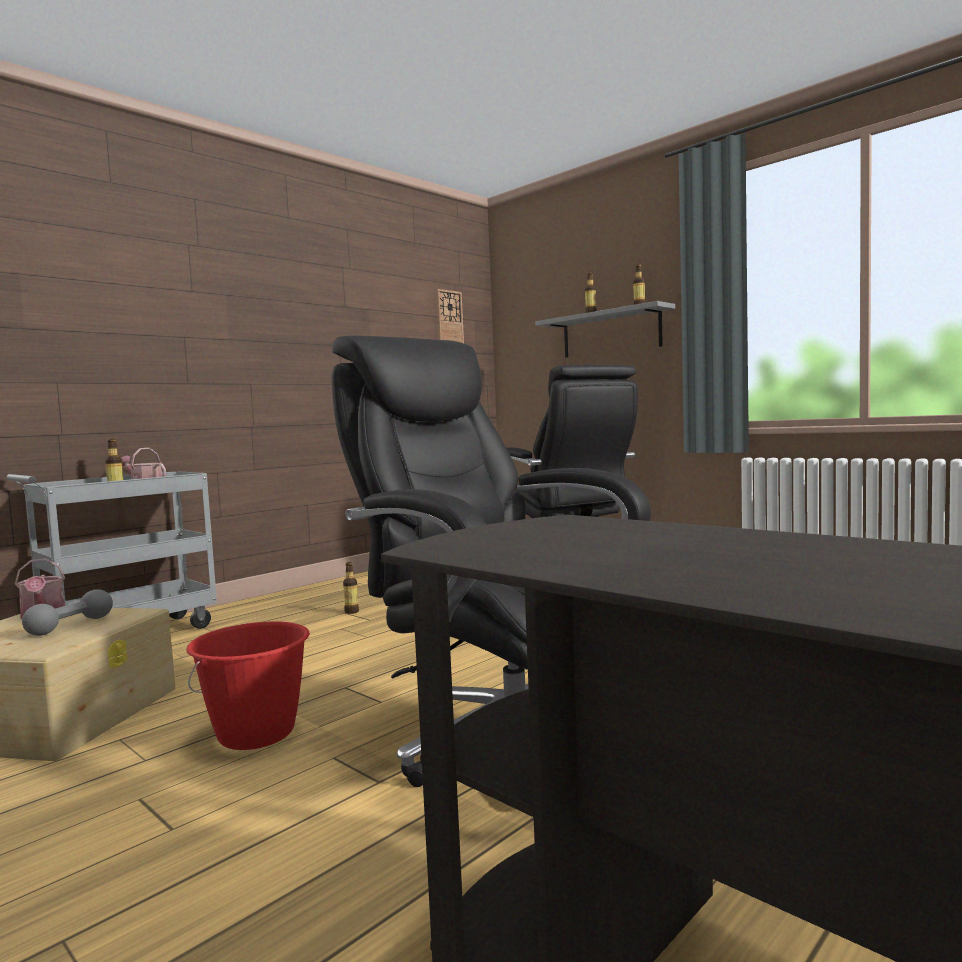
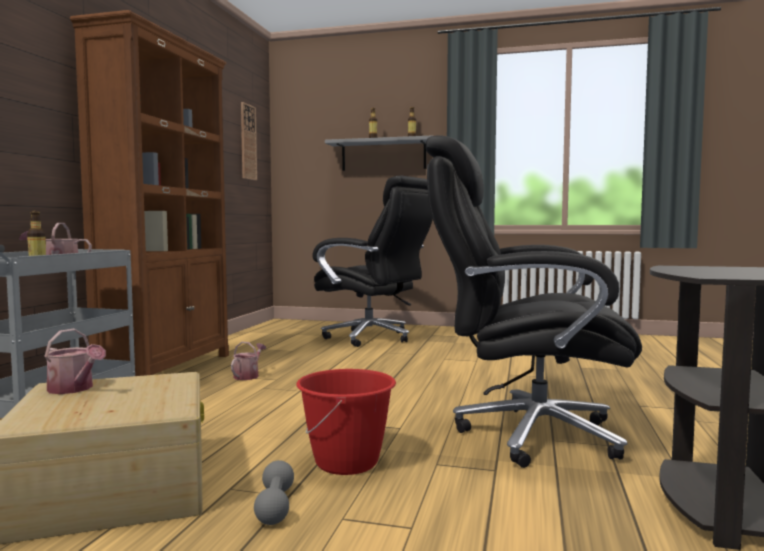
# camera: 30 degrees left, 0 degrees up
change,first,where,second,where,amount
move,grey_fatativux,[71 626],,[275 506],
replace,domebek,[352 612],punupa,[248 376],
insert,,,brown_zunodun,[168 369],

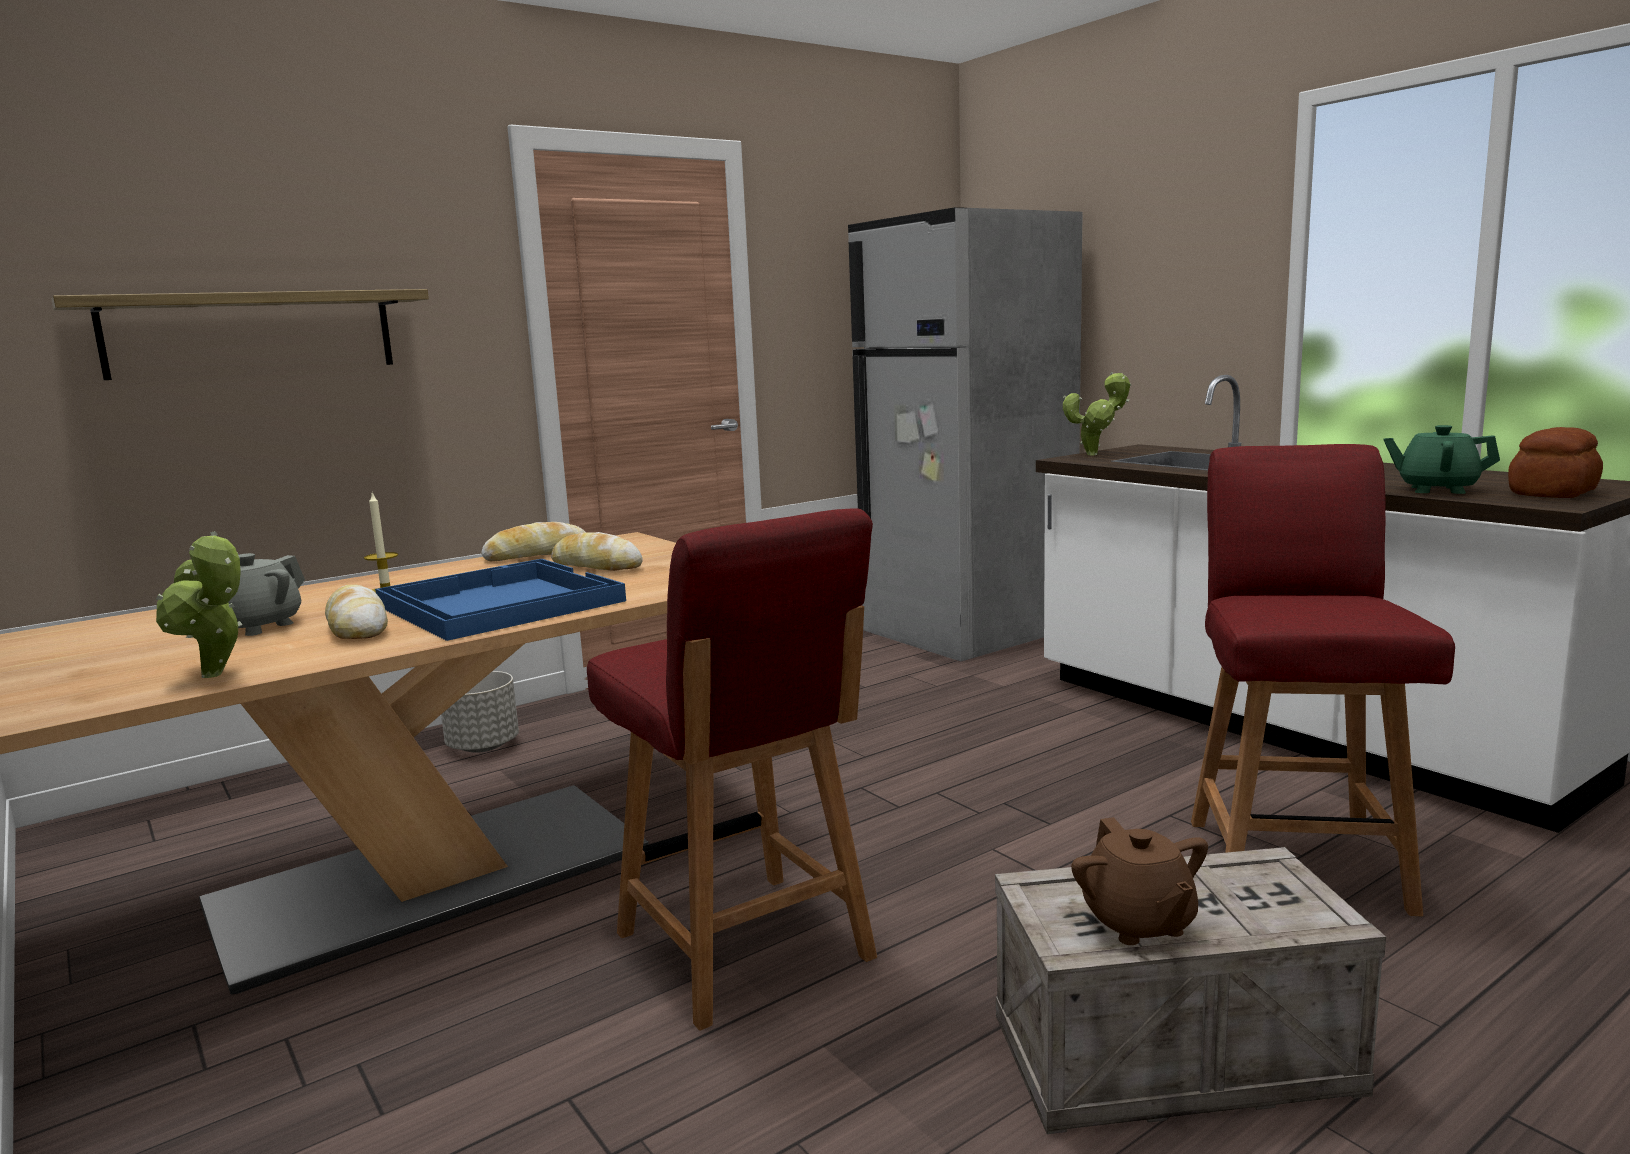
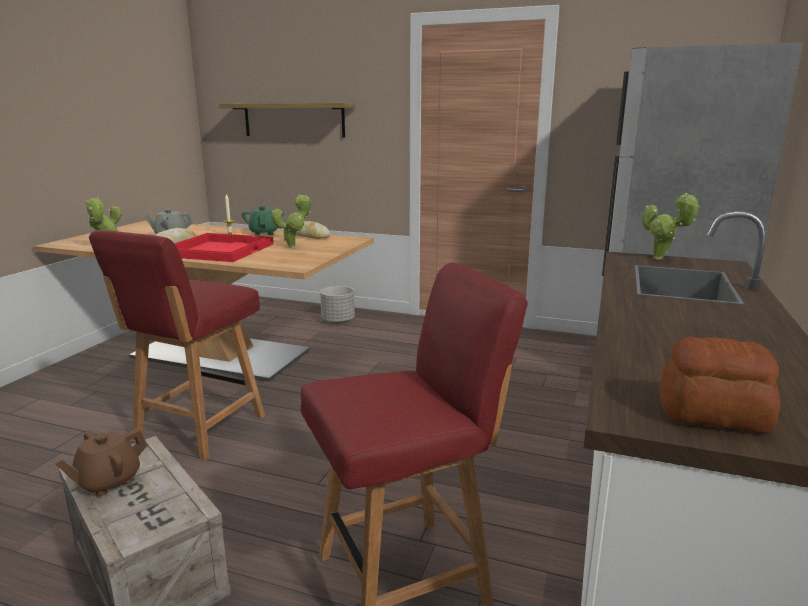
# camera: 55 degrees right, 5 degrees up
change,first,where,second,where,amount
recolor,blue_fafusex,[497 603],red_fafusex,[218 250],
replace,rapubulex,[596 566],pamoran,[294 246],
move,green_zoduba,[1436 490],,[264 233],

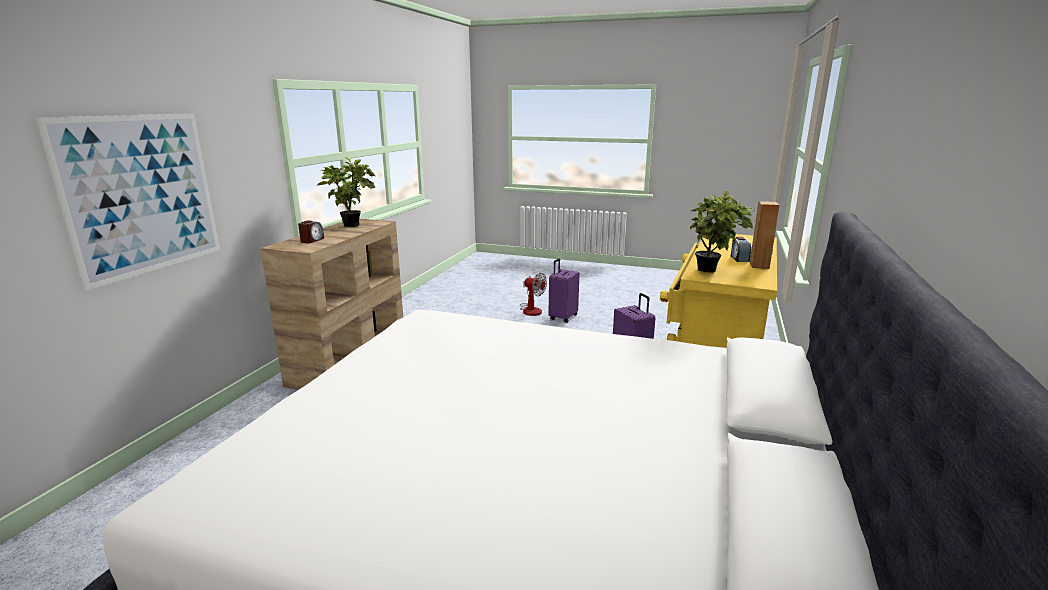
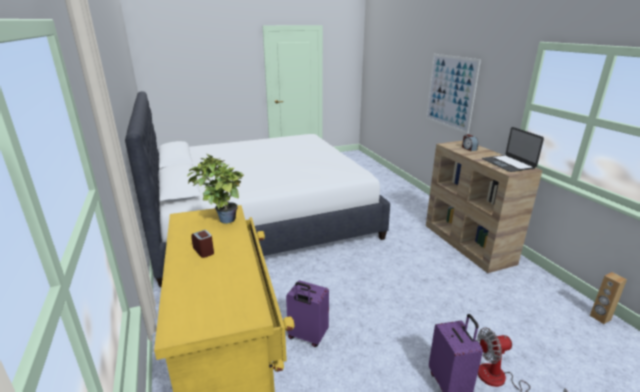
# camera: 140 degrees right, 5 degrees up
change,first,where,second,where,amount
replace,pamoran,[353 225],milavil,[508 163],
move,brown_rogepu,[759 266],,[600 318],

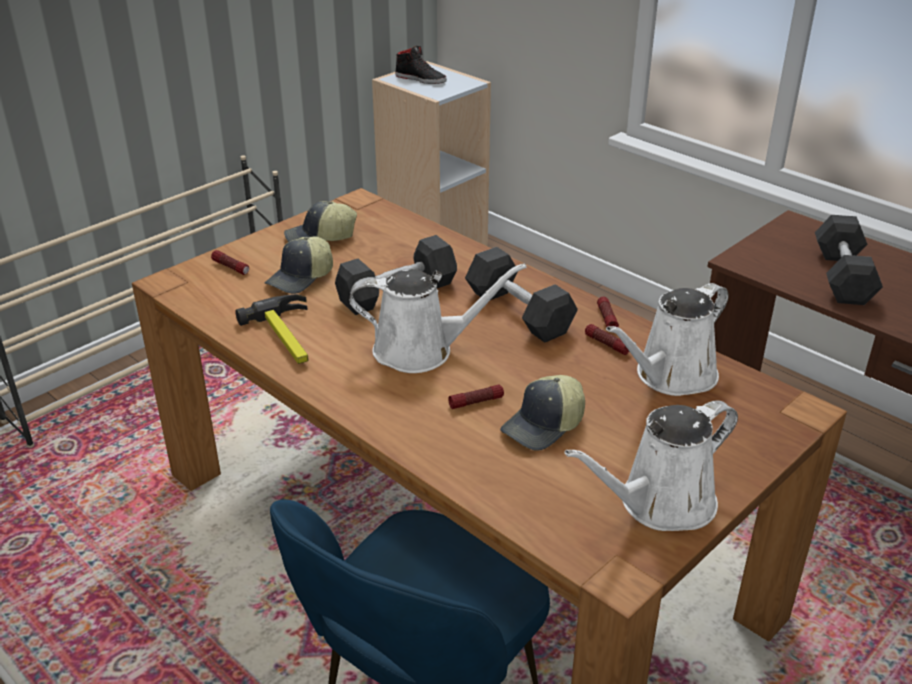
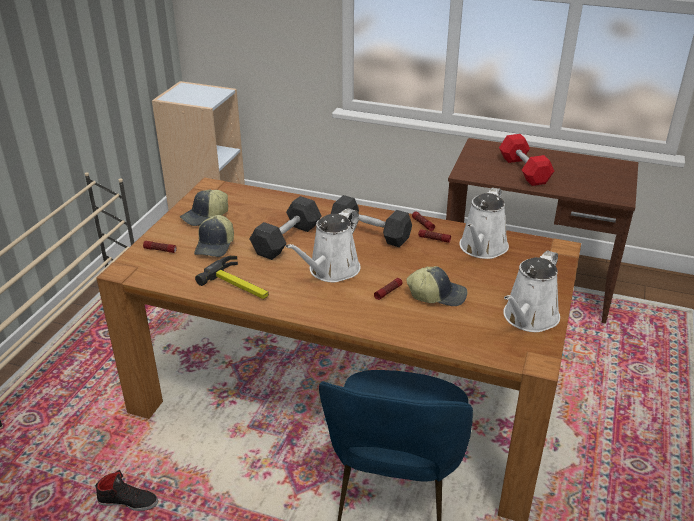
# camera: 25 degrees left, 0 degrees up
change,first,where,second,where,amount
rotate,white_punupa,[421 350],,[331 271],150 degrees clockwise
move,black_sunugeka,[421 79],,[128 501],
rotate,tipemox,[544 426],,[437 295],105 degrees counterclockwise
recolor,grey_fatativux,[842 277],red_fatativux,[524 170],

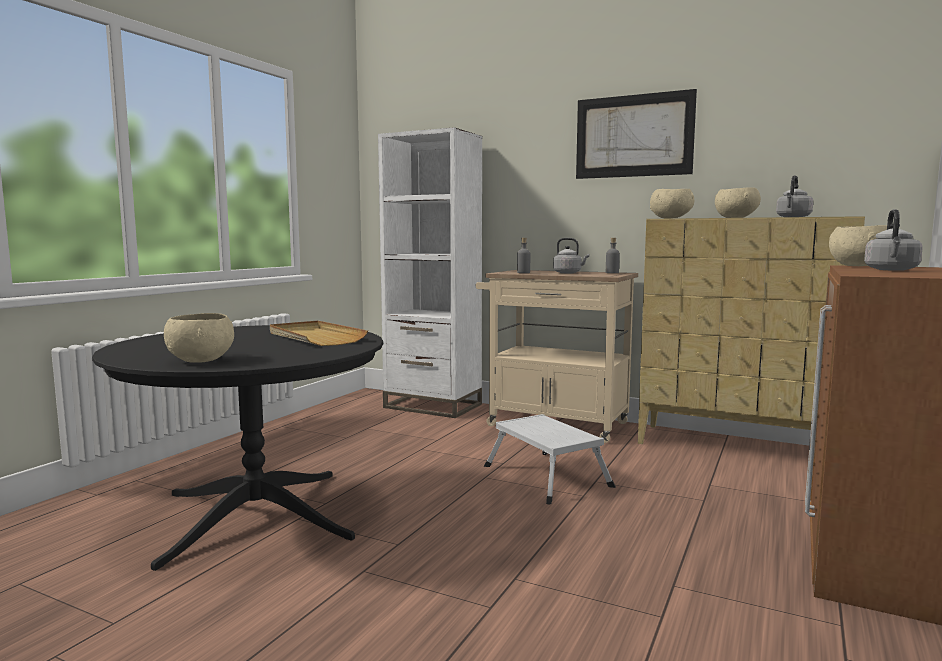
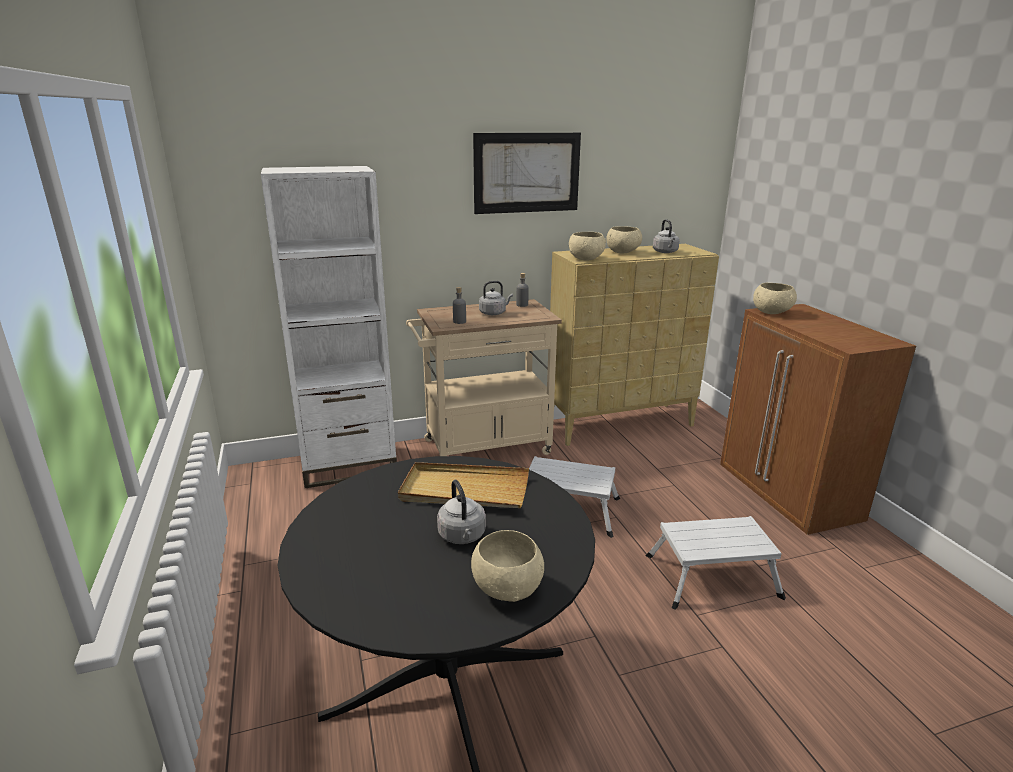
# camera: 45 degrees left, 15 degrees up
change,first,where,second,where,amount
move,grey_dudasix,[891 270],,[462 536],
insert,,,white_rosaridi,[711 576],

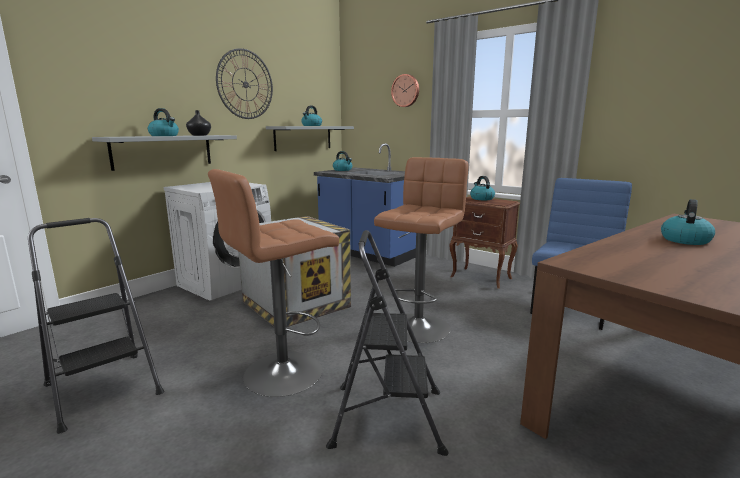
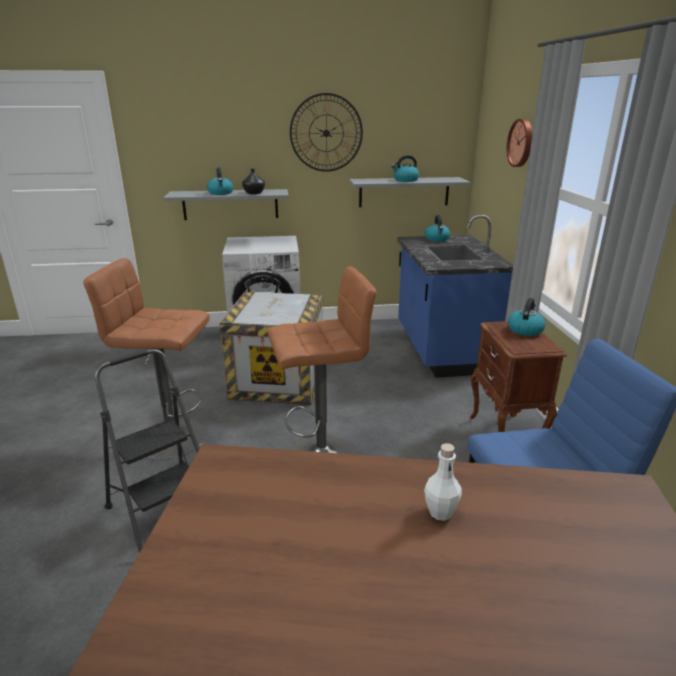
# camera: 45 degrees right, 10 degrees up
change,first,where,second,where,amount
delete,black_rosaridi,[102 386],,,
replace,dudasix,[684 240],white_domebek,[440 512],

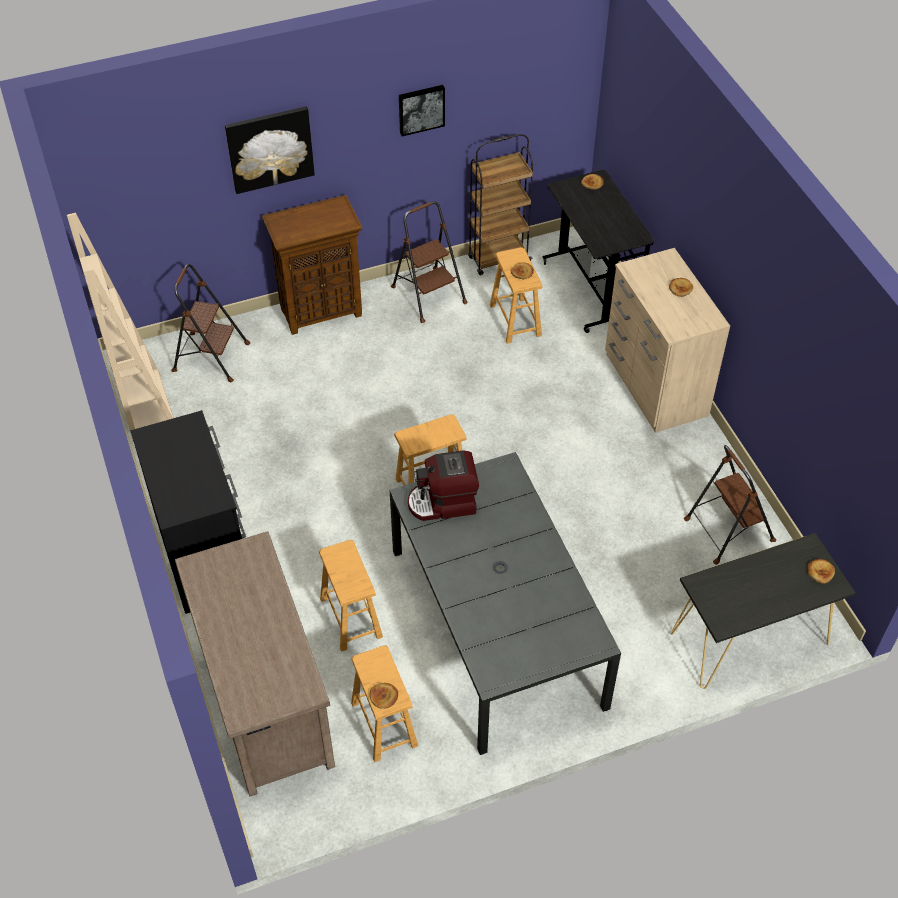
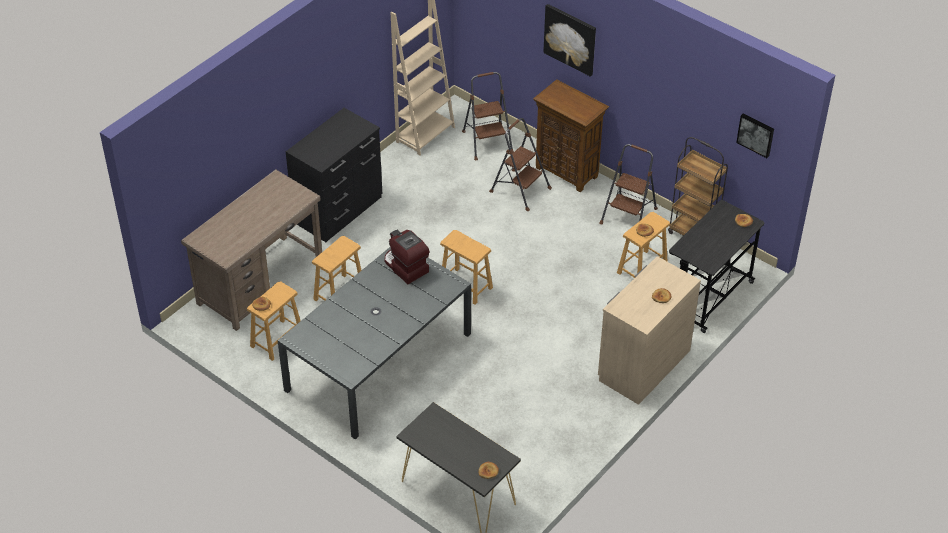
# camera: 60 degrees right, 5 degrees down
change,first,where,second,where,amount
move,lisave,[421 109],,[756 134],
move,brown_rosaridi,[727 530],,[519 188],

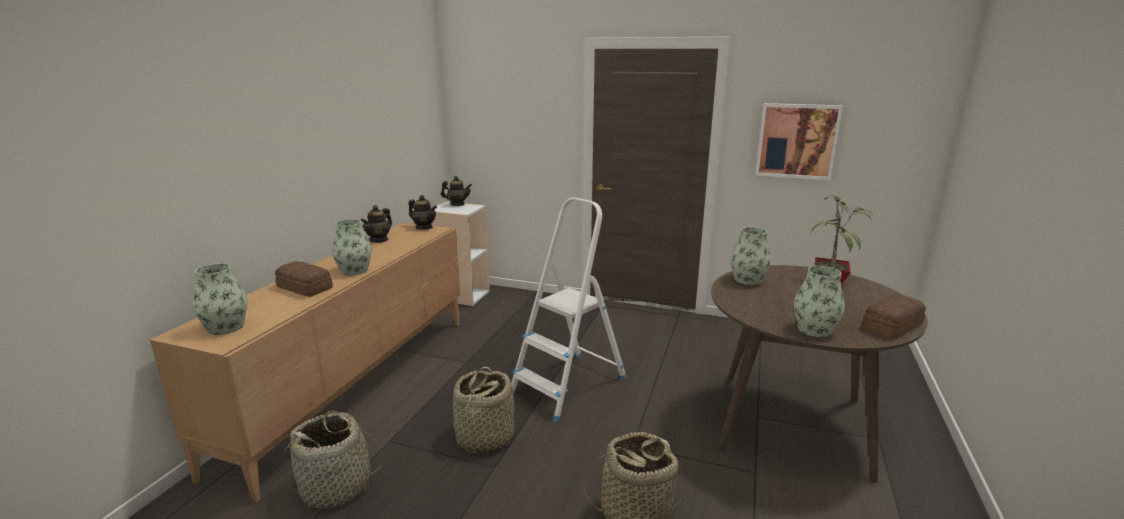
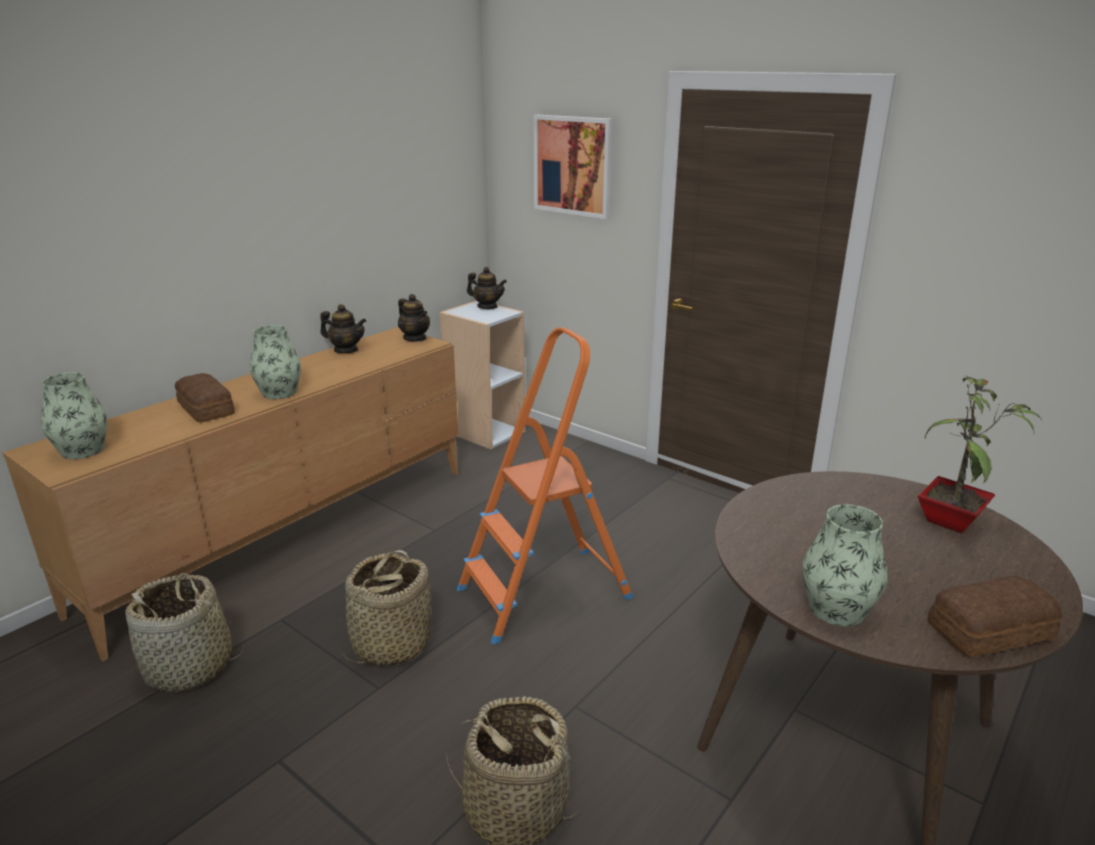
# camera: 20 degrees right, 5 degrees up
change,first,where,second,where,amount
rotate,zoduba,[379 240],,[346 350],120 degrees counterclockwise
recolor,white_rosaridi,[567 386],orange_rosaridi,[542 593],
delete,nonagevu,[748 280],,,
move,lisave,[797 141],,[573 165],

